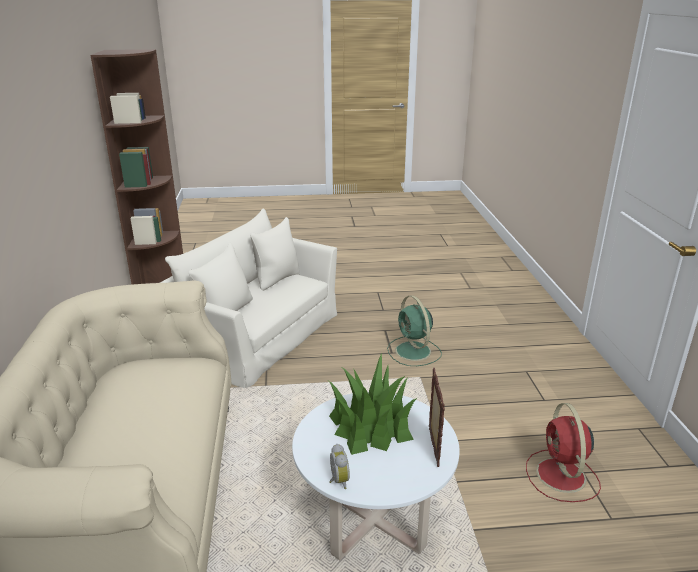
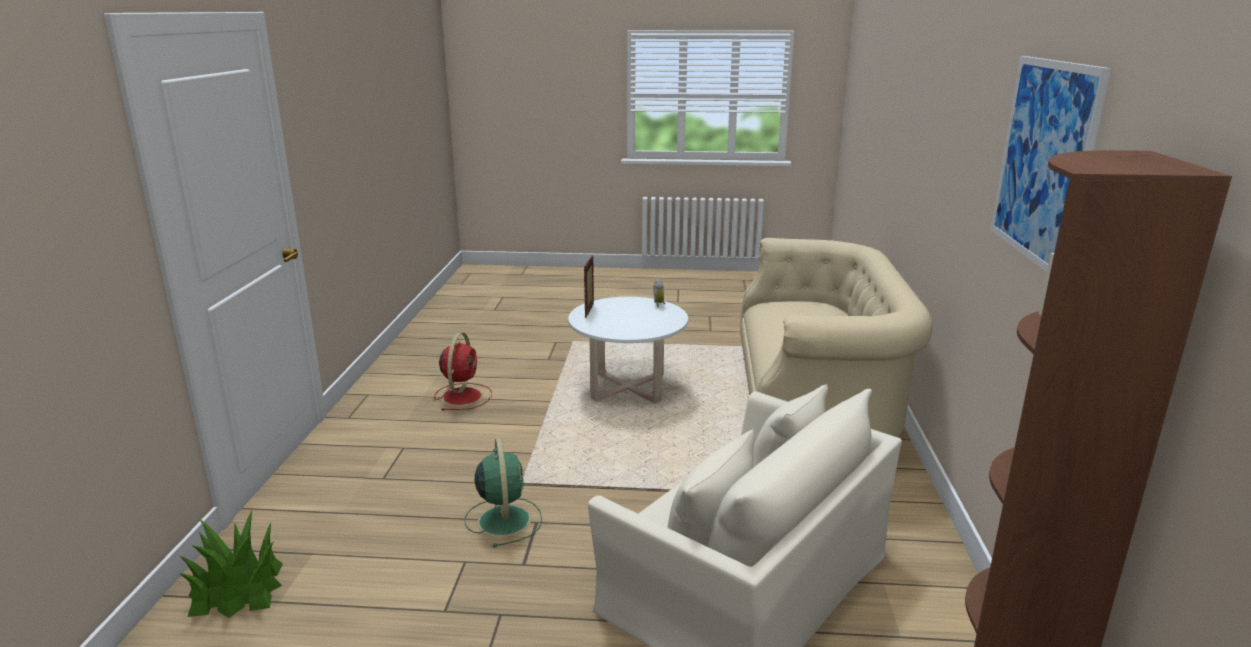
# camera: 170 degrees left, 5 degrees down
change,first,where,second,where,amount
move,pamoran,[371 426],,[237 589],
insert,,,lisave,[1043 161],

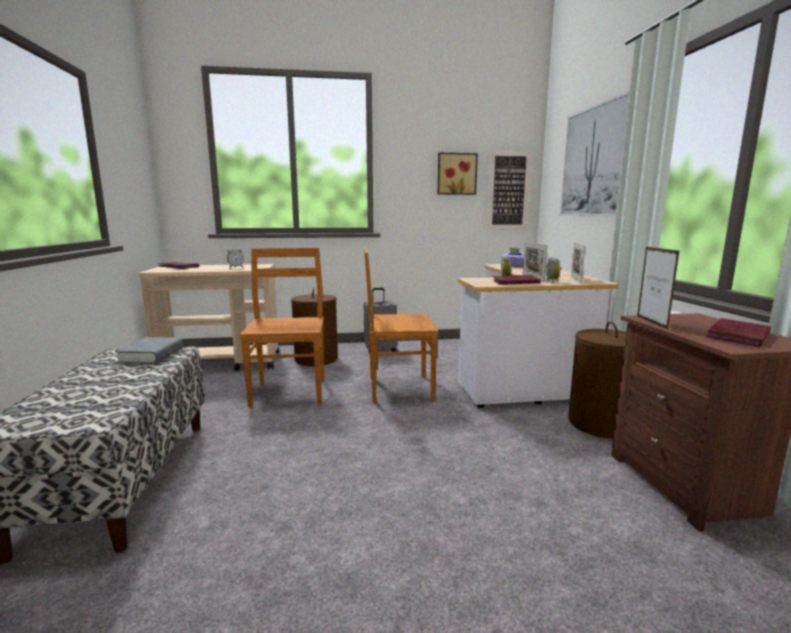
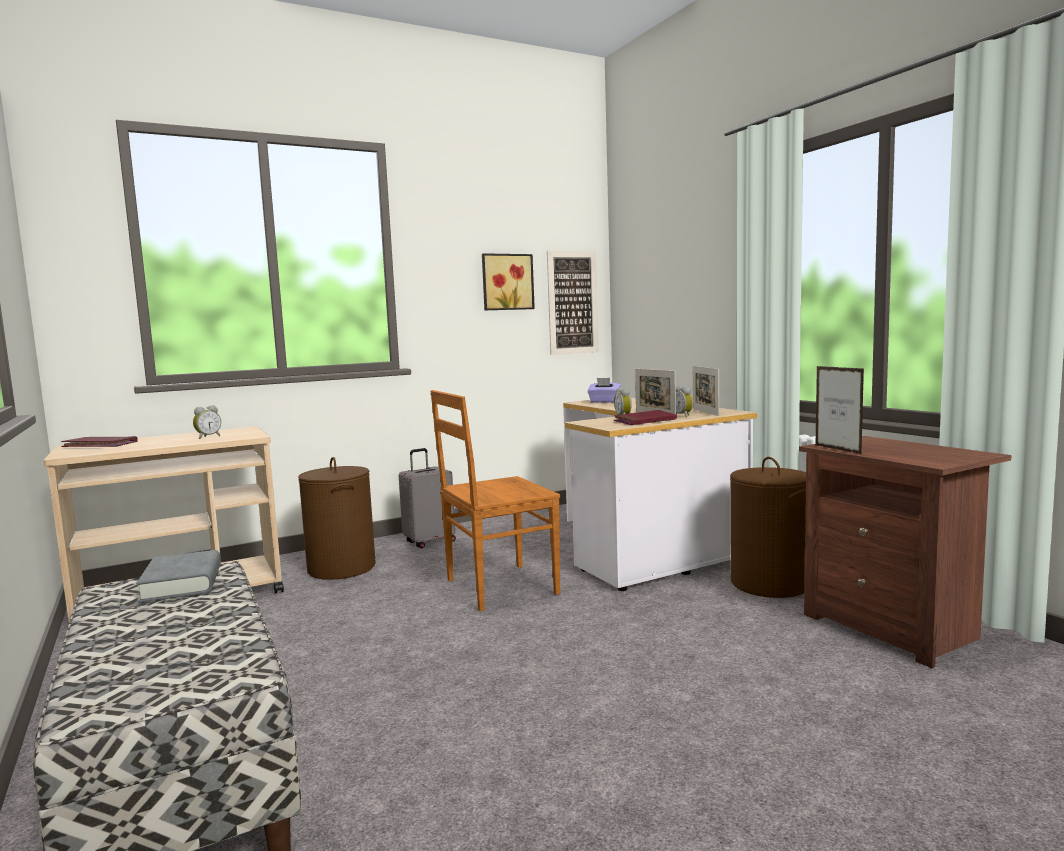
# camera: 20 degrees left, 5 degrees down
change,first,where,second,where,amount
delete,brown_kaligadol,[289 392],,,
delete,lisave,[595 162],,,
delete,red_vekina,[738 336],,,

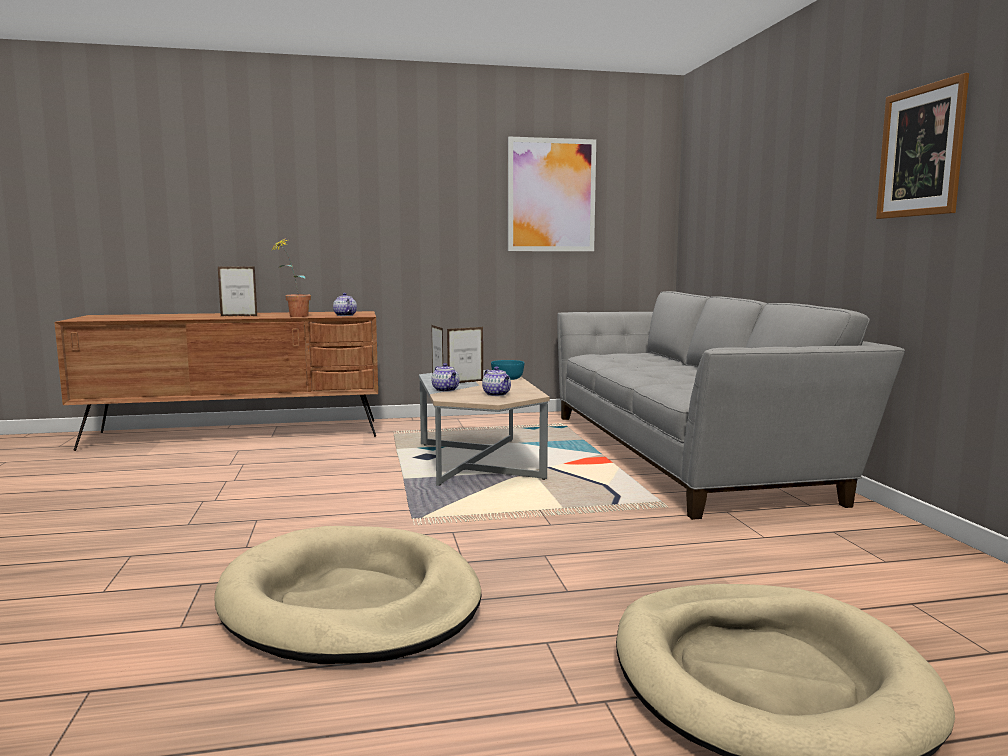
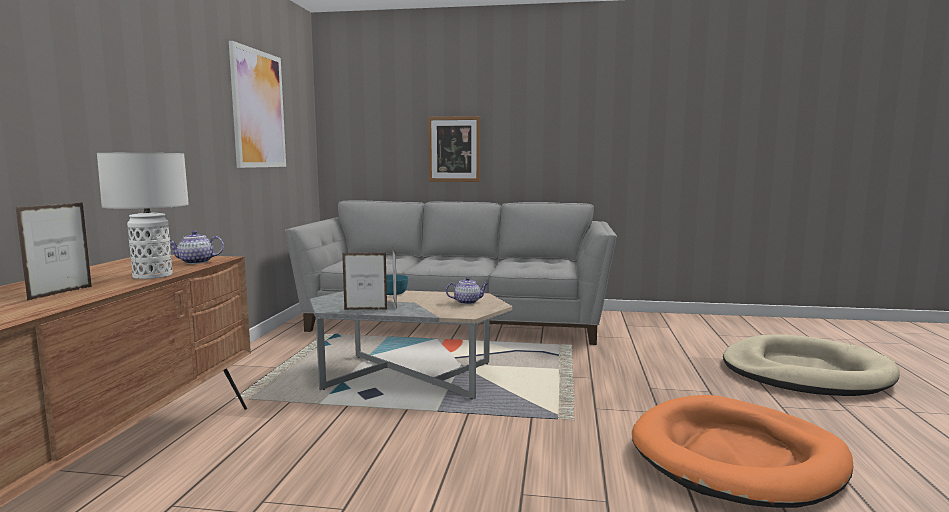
# camera: 70 degrees left, 0 degrees up
change,first,where,second,where,amount
recolor,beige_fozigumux,[351 602],orange_fozigumux,[737 457],
replace,pamoran,[293 316],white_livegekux,[153 275],
delete,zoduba,[446 390],,,
move,lisave,[920 152],,[454 149],

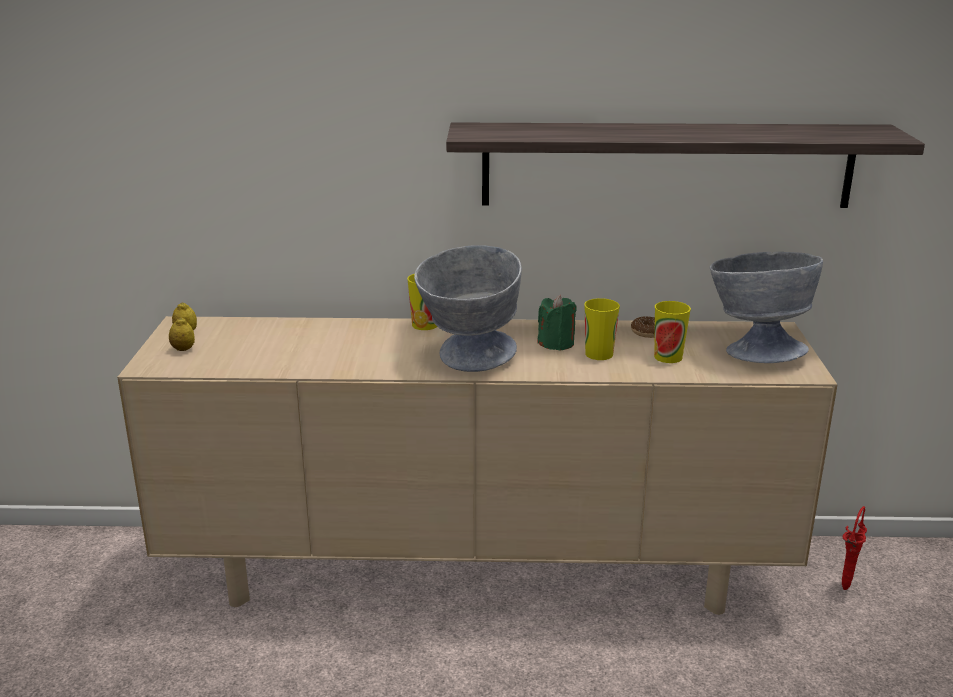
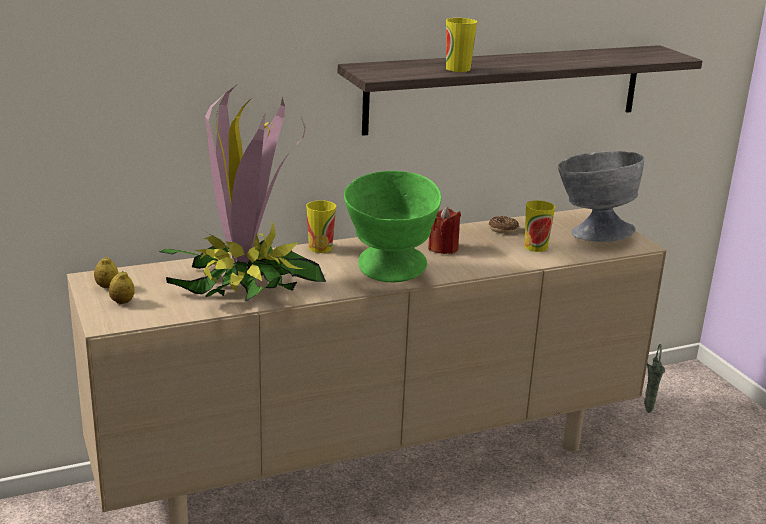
# camera: 25 degrees left, 0 degrees up
change,first,where,second,where,amount
recolor,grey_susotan,[468 361],green_susotan,[389 273],
recolor,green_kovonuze,[556 343],red_kovonuze,[443 248],
move,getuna,[599 354],,[458 68],
recolor,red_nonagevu,[845 586],green_nonagevu,[647 409],
insert,,,pamoran,[245 283],

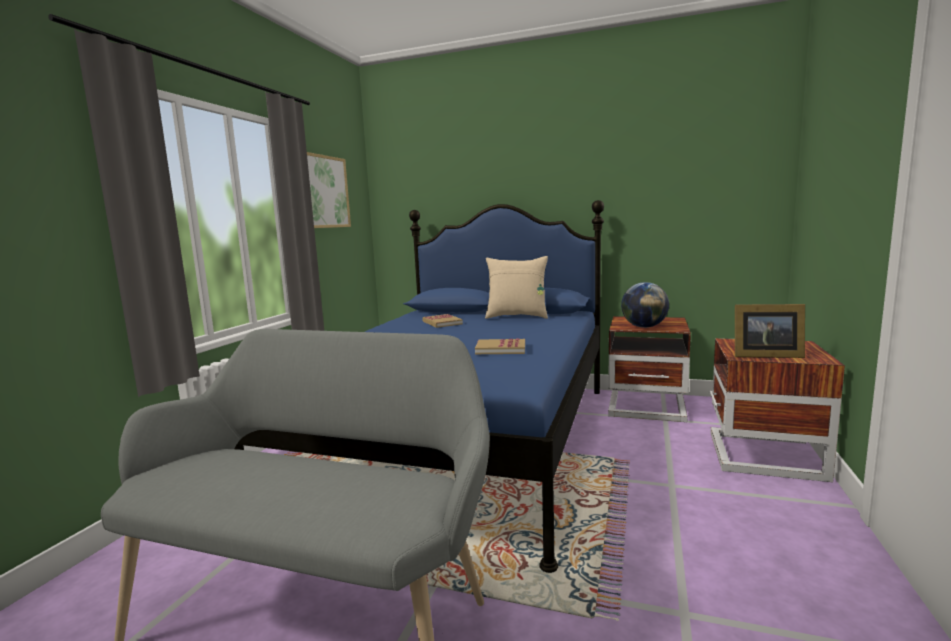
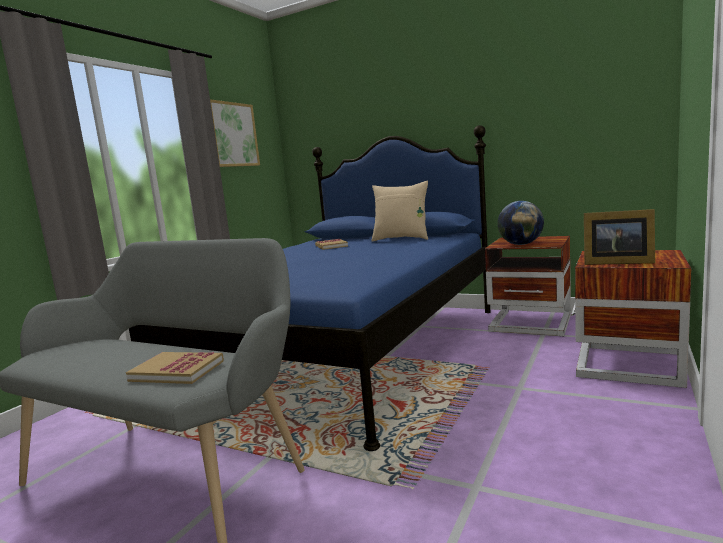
# camera: 10 degrees right, 0 degrees up
change,first,where,second,where,amount
move,vekina,[500 349],,[177 371],

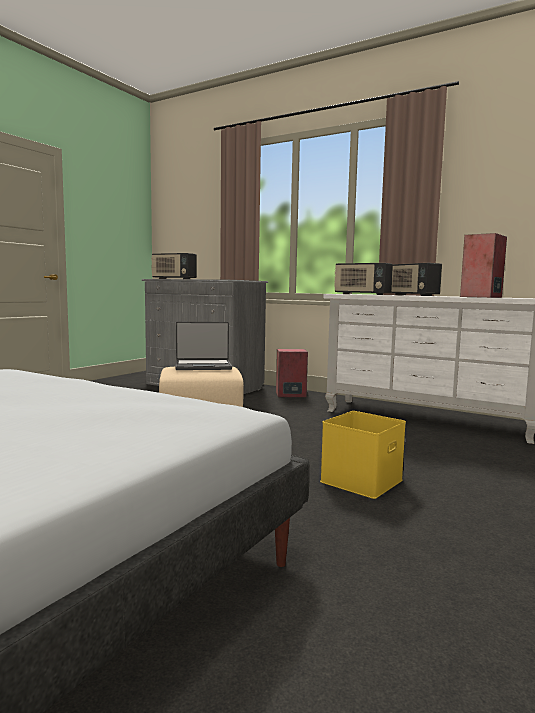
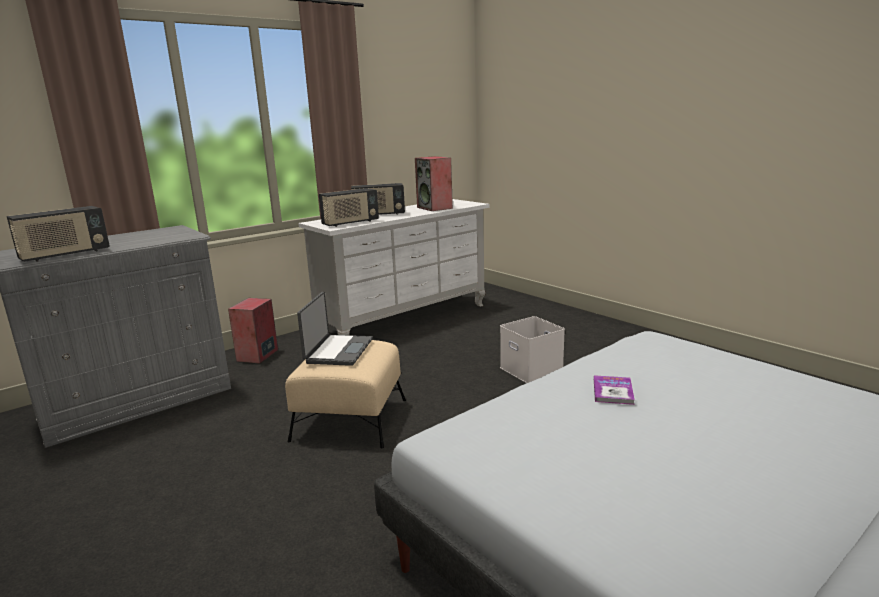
# camera: 70 degrees left, 10 degrees up
change,first,where,second,where,amount
recolor,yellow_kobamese,[362 481],white_kobamese,[532 370],
insert,,,vekina,[613 391],

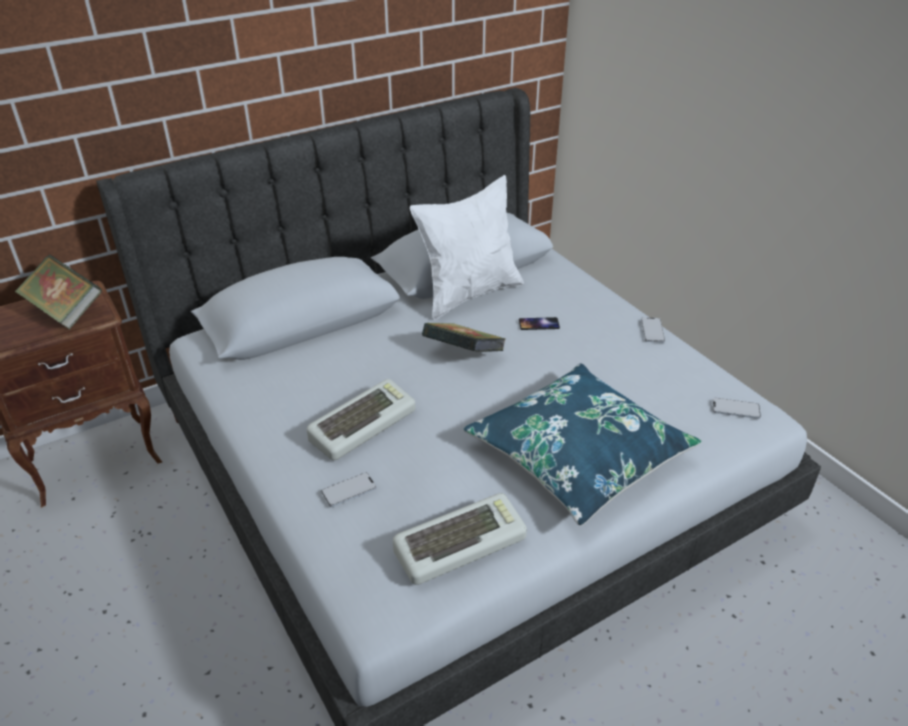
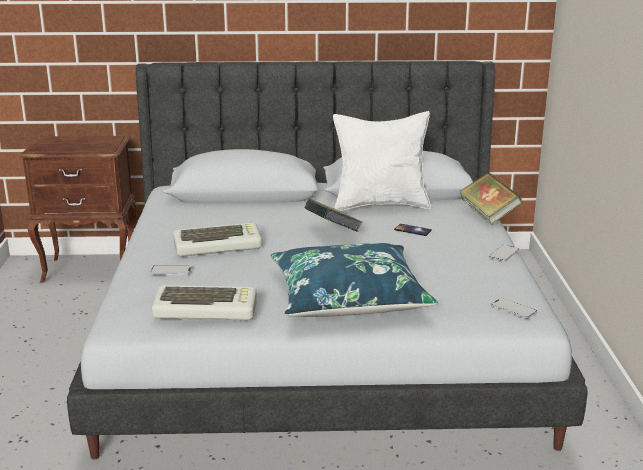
# camera: 30 degrees right, 15 degrees down
change,first,where,second,where,amount
move,vekina,[65 311],,[488 214],

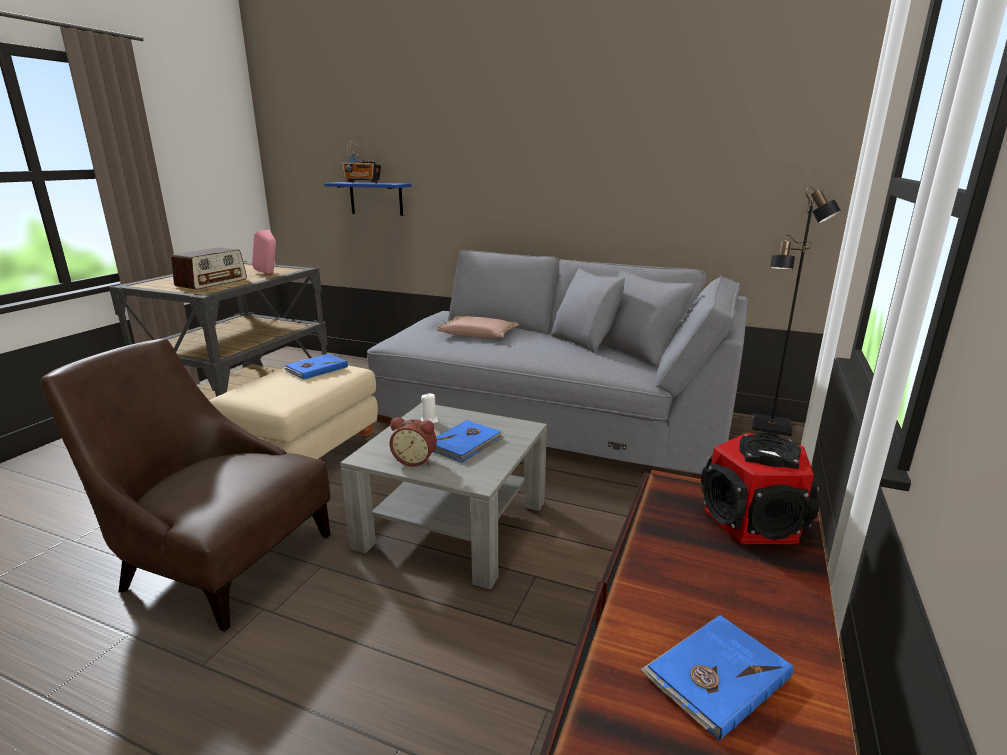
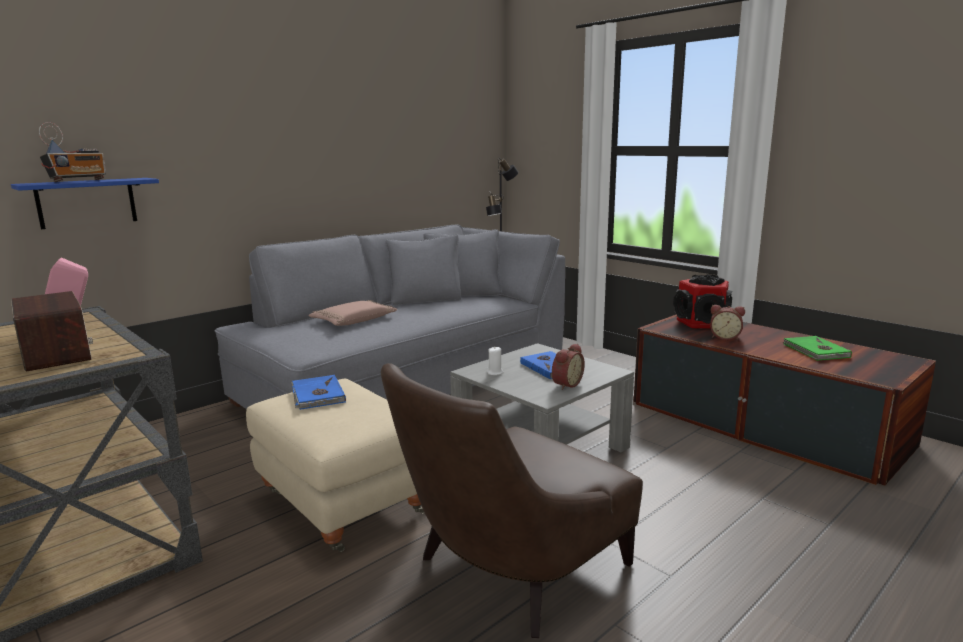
# camera: 65 degrees left, 5 degrees down
change,first,where,second,where,amount
recolor,blue_vekina,[715 676],green_vekina,[815 351],
insert,,,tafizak,[725 337],

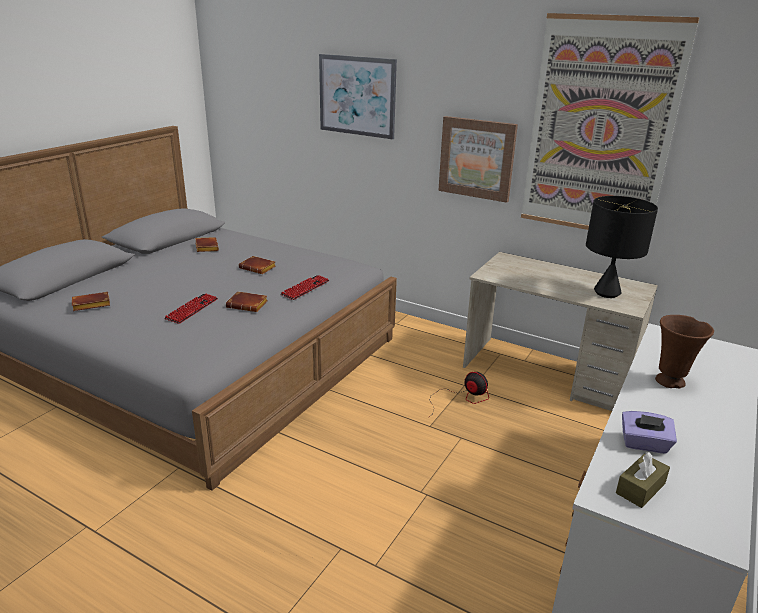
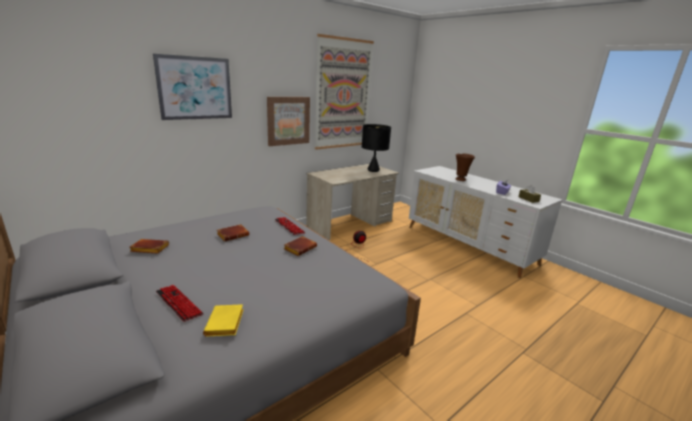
# camera: 70 degrees left, 5 degrees down
change,first,where,second,where,amount
recolor,brown_vekina,[90 305],yellow_vekina,[226 324],
move,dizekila,[192 309],,[179 303],

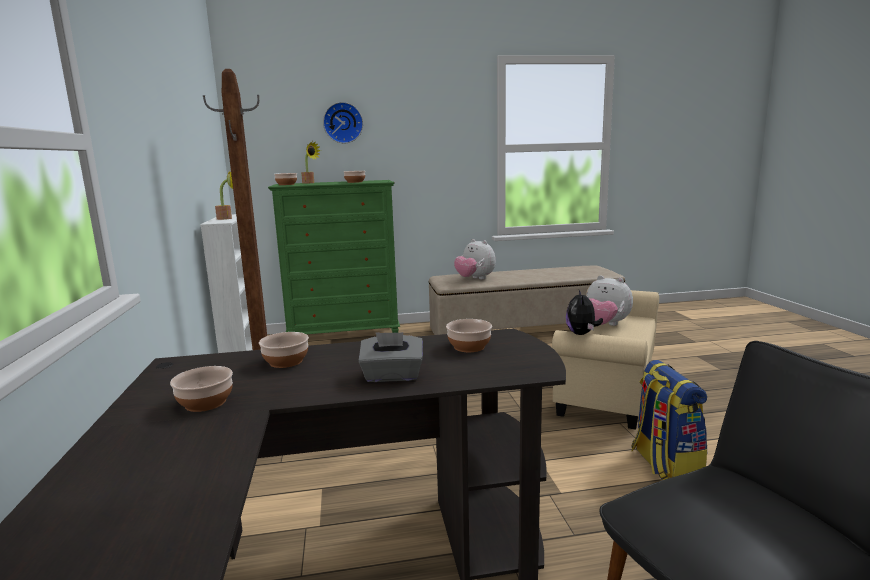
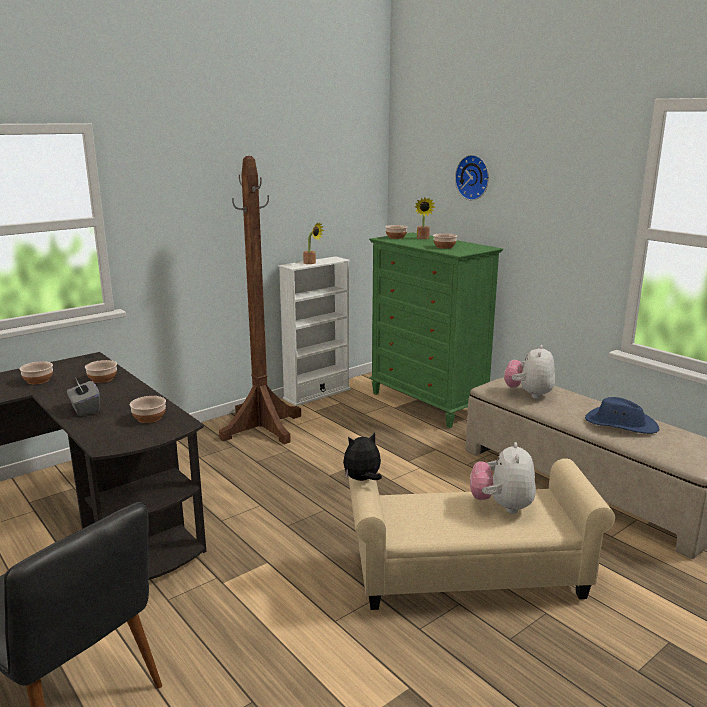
# camera: 60 degrees right, 5 degrees up
change,first,where,second,where,amount
delete,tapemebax,[664 466],,,
insert,,,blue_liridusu,[620 424],

